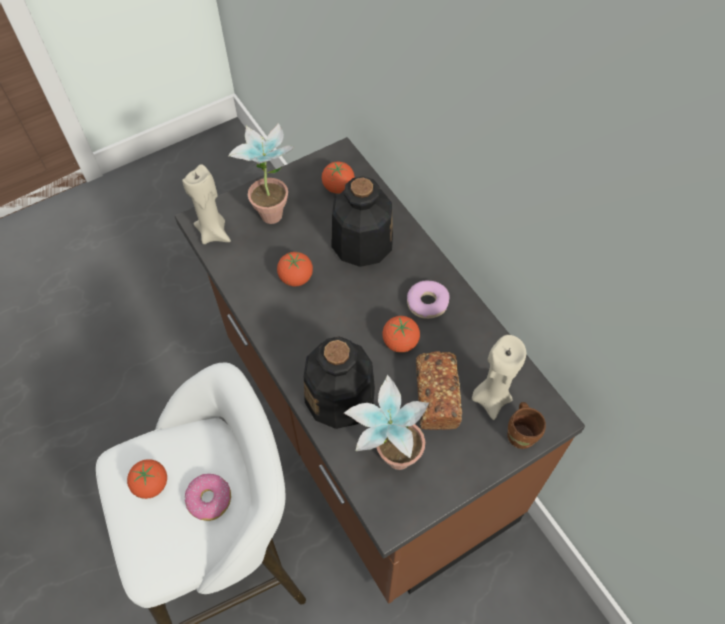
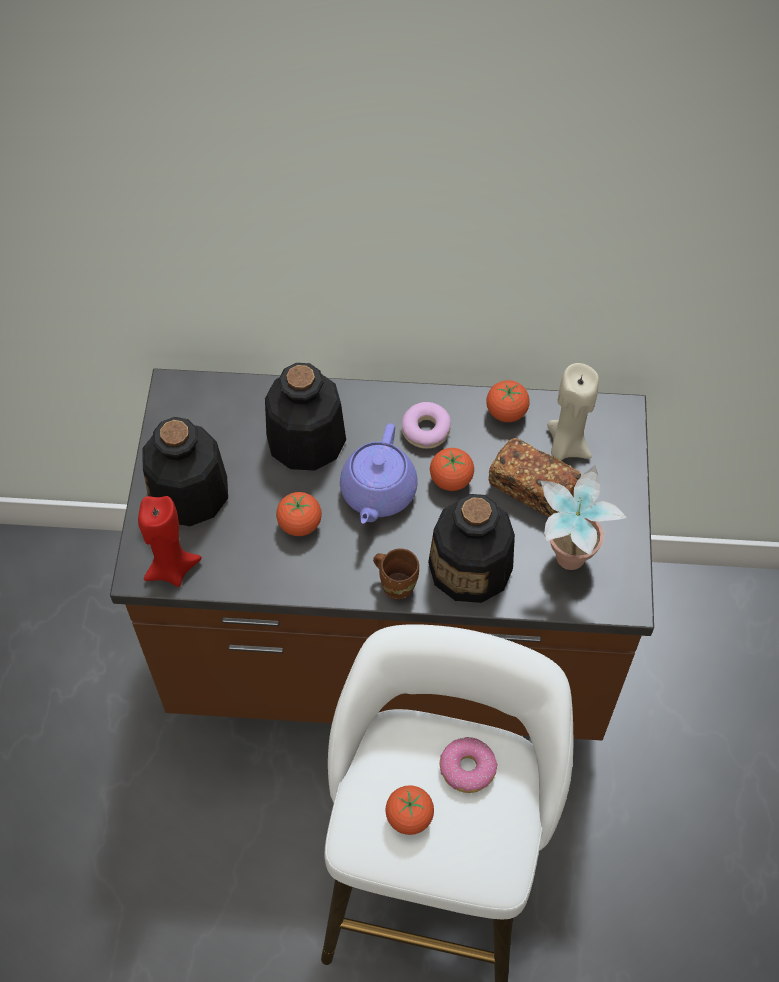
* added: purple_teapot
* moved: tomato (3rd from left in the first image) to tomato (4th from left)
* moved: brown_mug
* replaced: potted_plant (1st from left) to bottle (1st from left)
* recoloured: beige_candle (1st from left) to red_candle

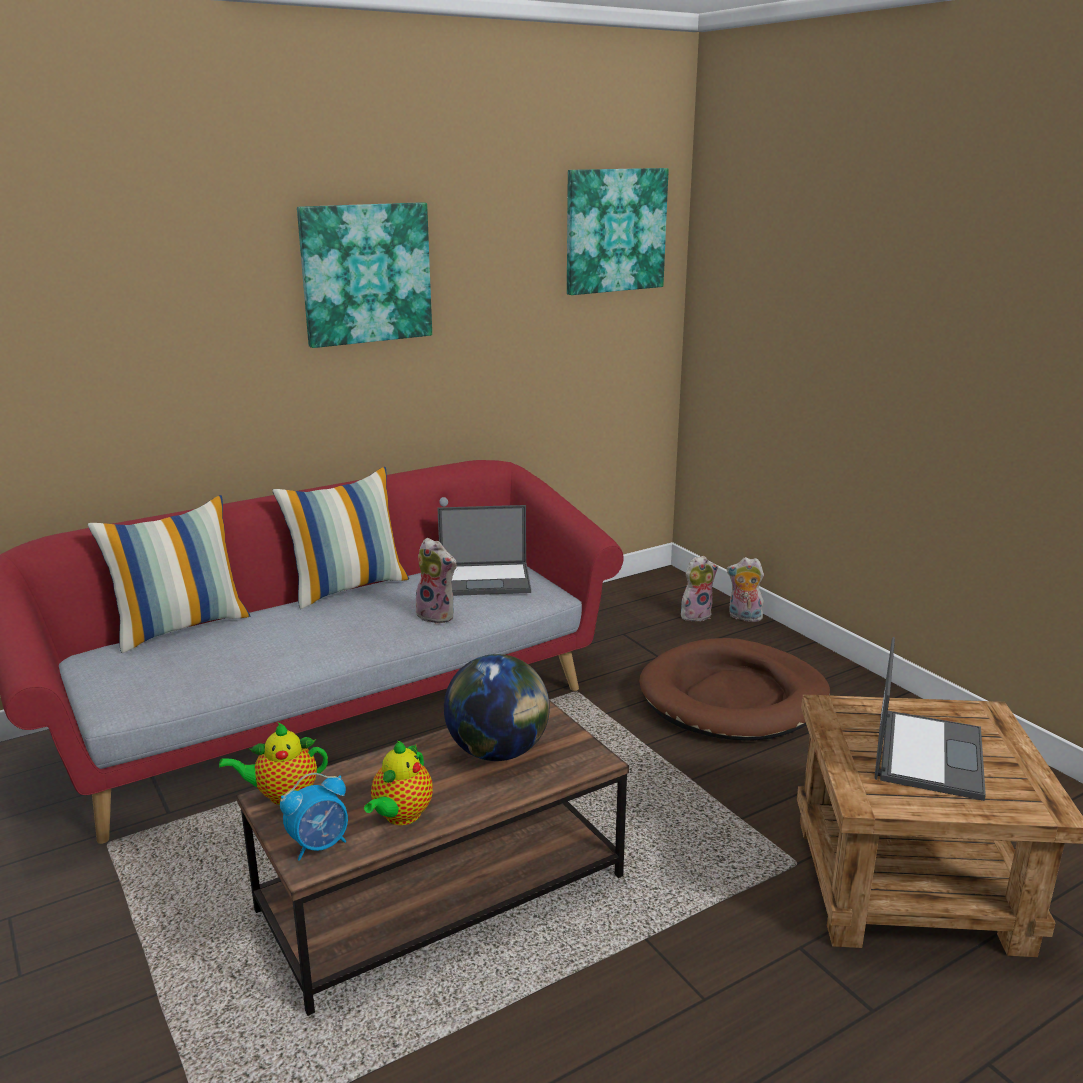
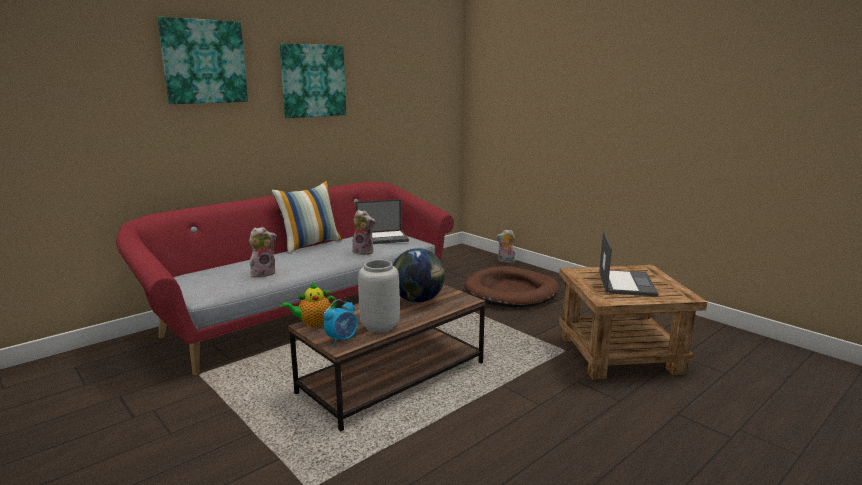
* removed: pillow (1st from left)
* moved: picture (2nd from left in the first image) to picture (1st from left)
* moved: plush_toy (2nd from left in the first image) to plush_toy (1st from left)
* replaced: teapot (2nd from left) to grey_vase

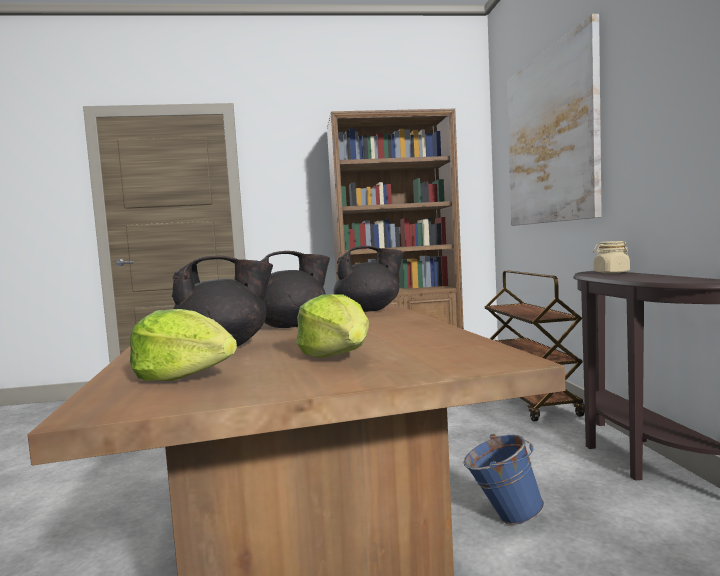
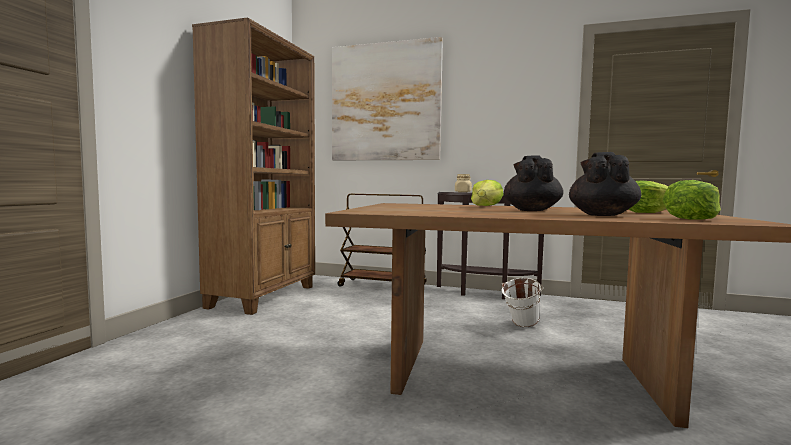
* replaced: black_teapot (3rd from left) to lettuce (1st from left)
* recoloured: blue_bucket to white_bucket

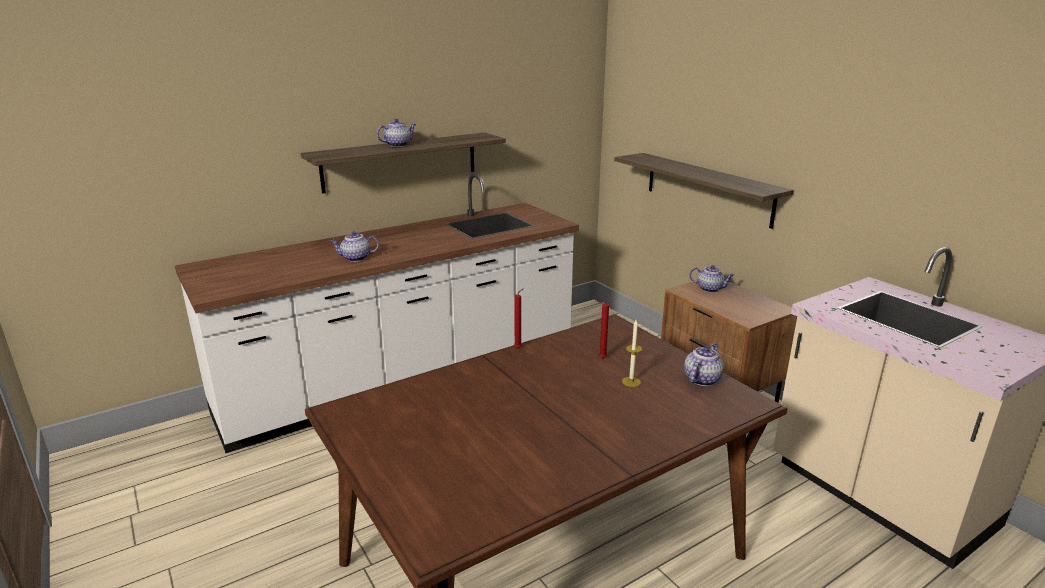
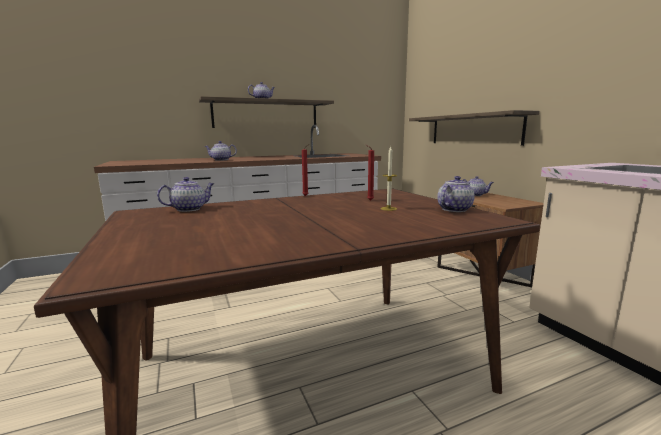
* added: teapot (1st from left)

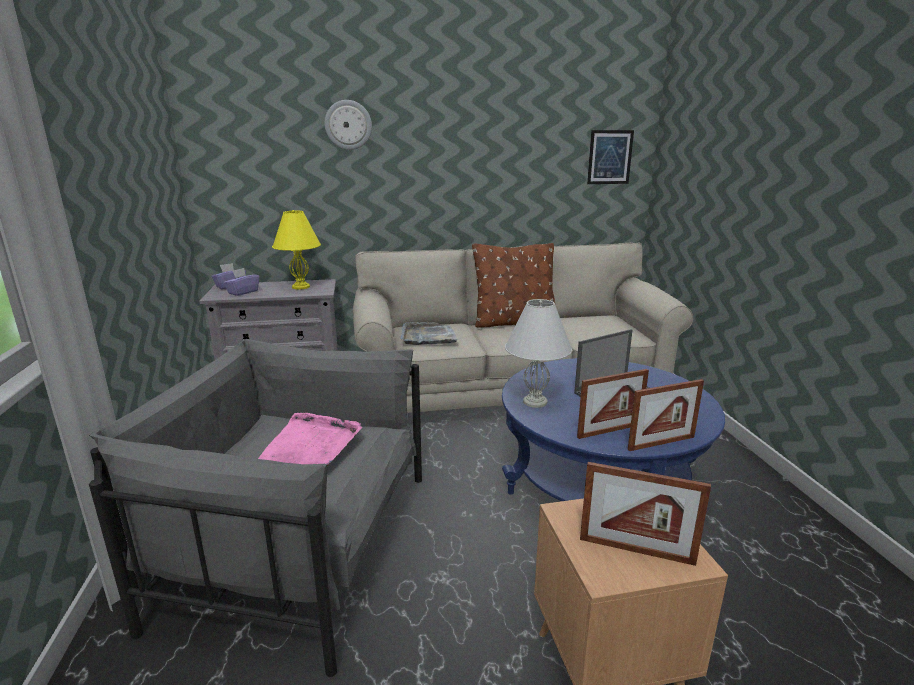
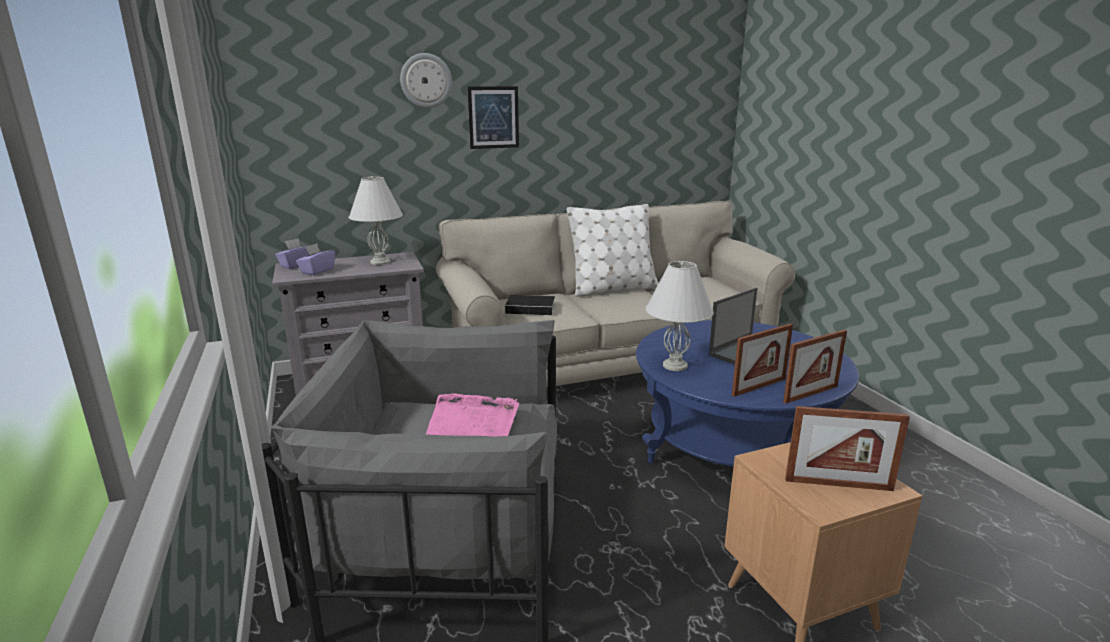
* moved: picture
* replaced: grey_tray to book
* recoloured: yellow_table_lamp to white_table_lamp (1st from left)
* recoloured: brown_pillow to white_pillow

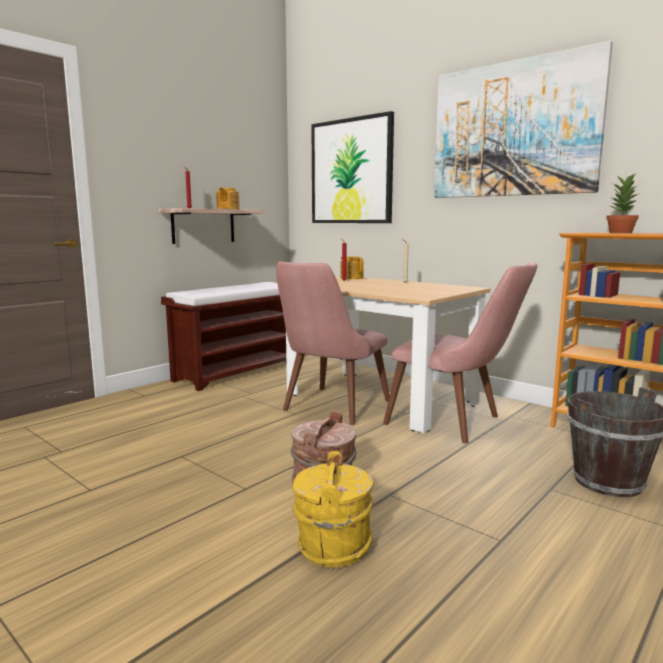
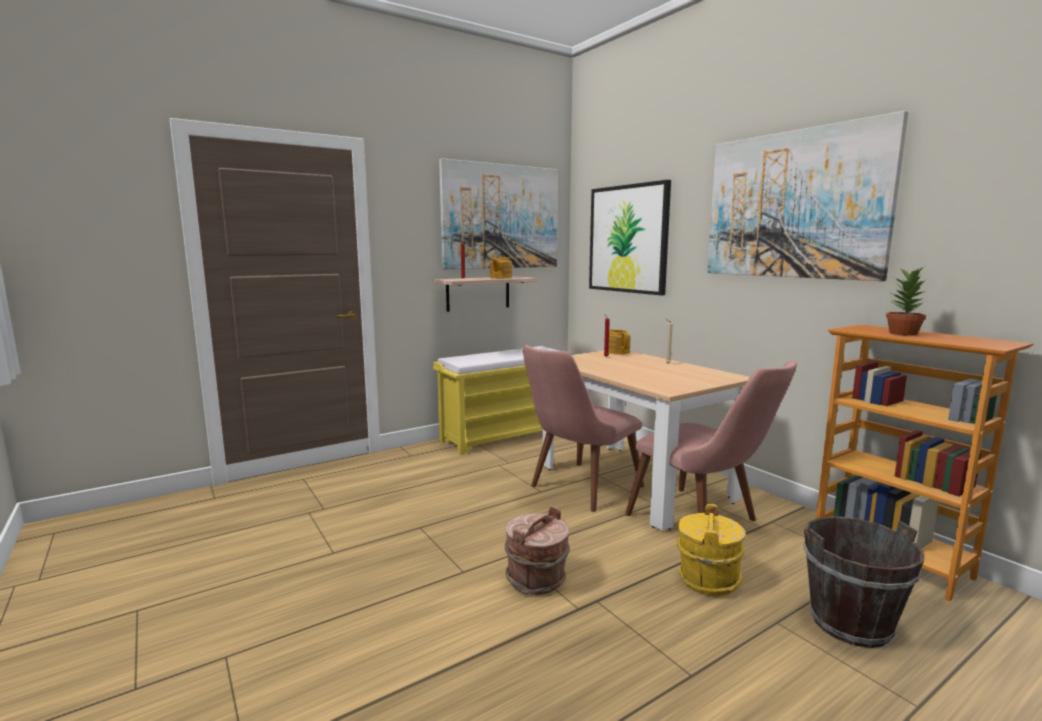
* added: picture (1st from left)
* moved: yellow_bucket
* recoloured: brown_bench to yellow_bench

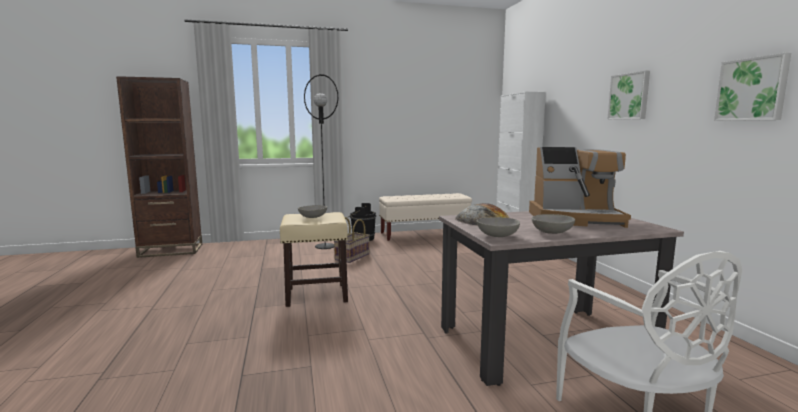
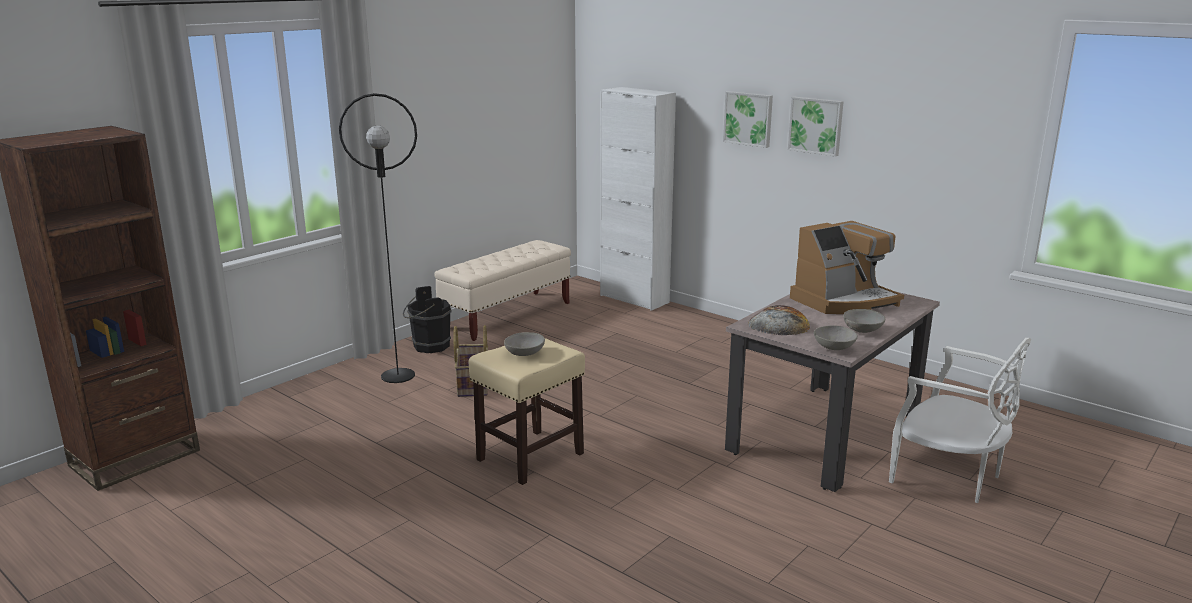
* moved: picture (2nd from left in the first image) to picture (1st from left)

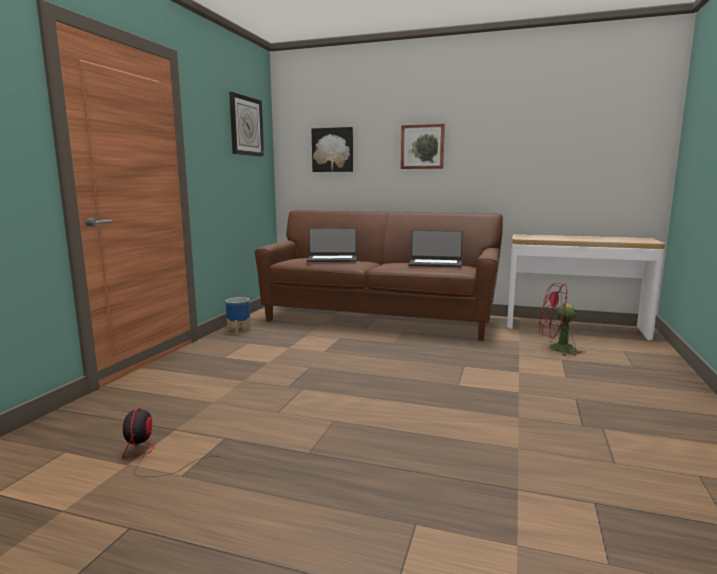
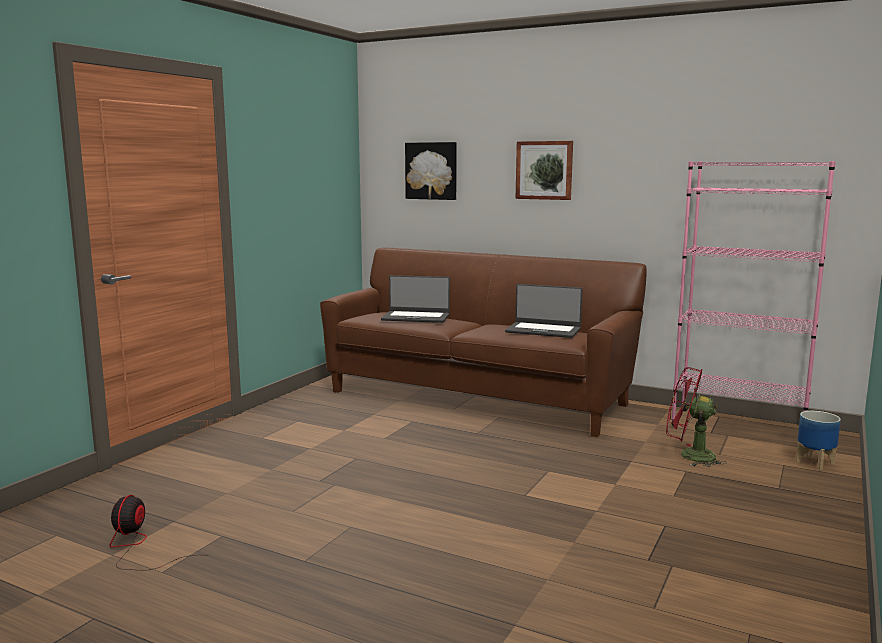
* removed: wall_clock
* moved: planter
* replaced: console_table to pink_bookcase

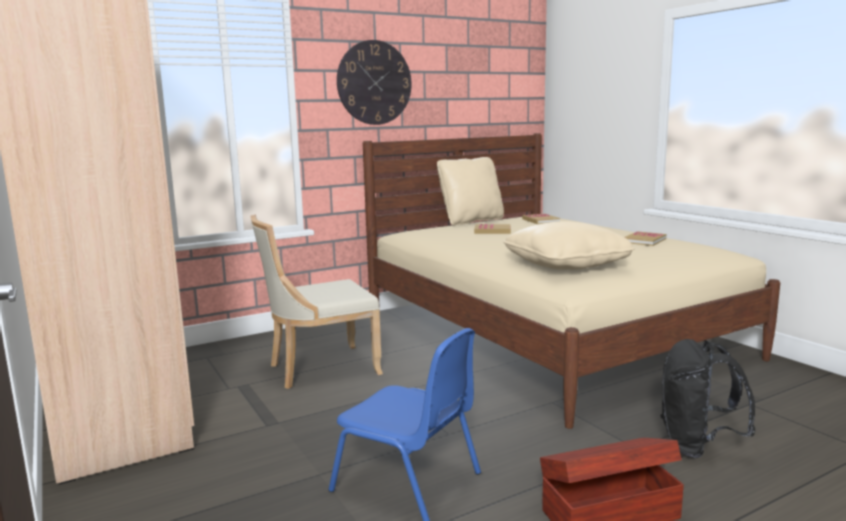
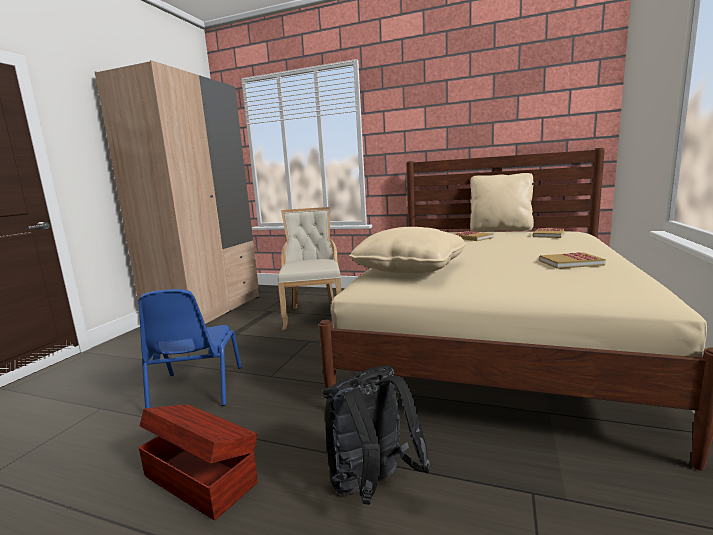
* removed: wall_clock
* turned: beige_chair 60 degrees clockwise

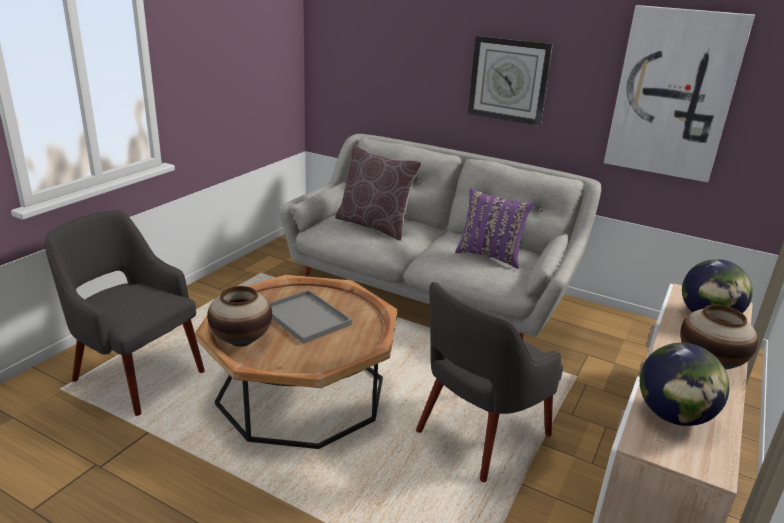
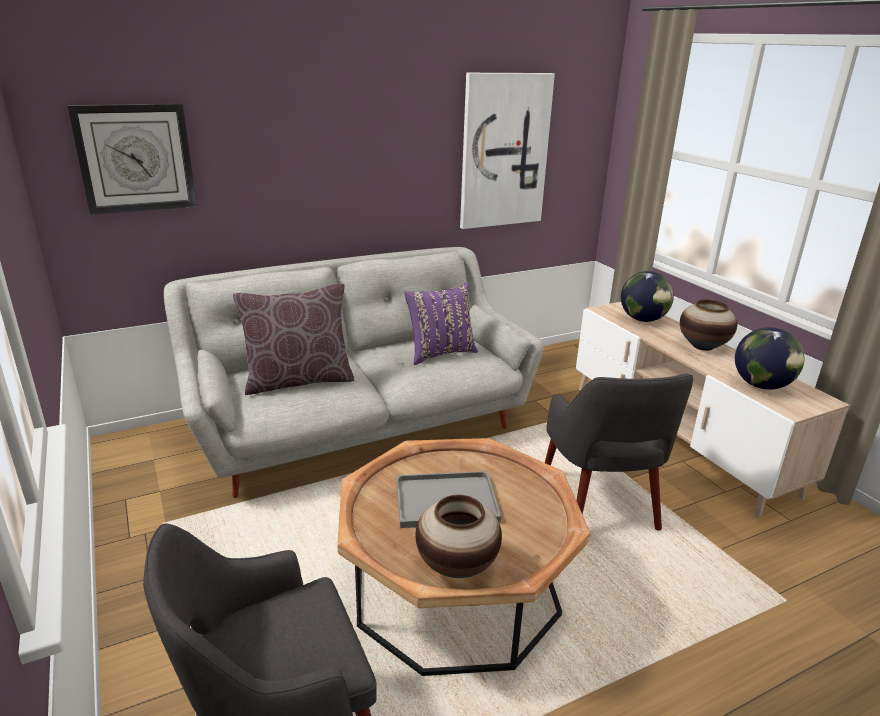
* moved: wall_clock

